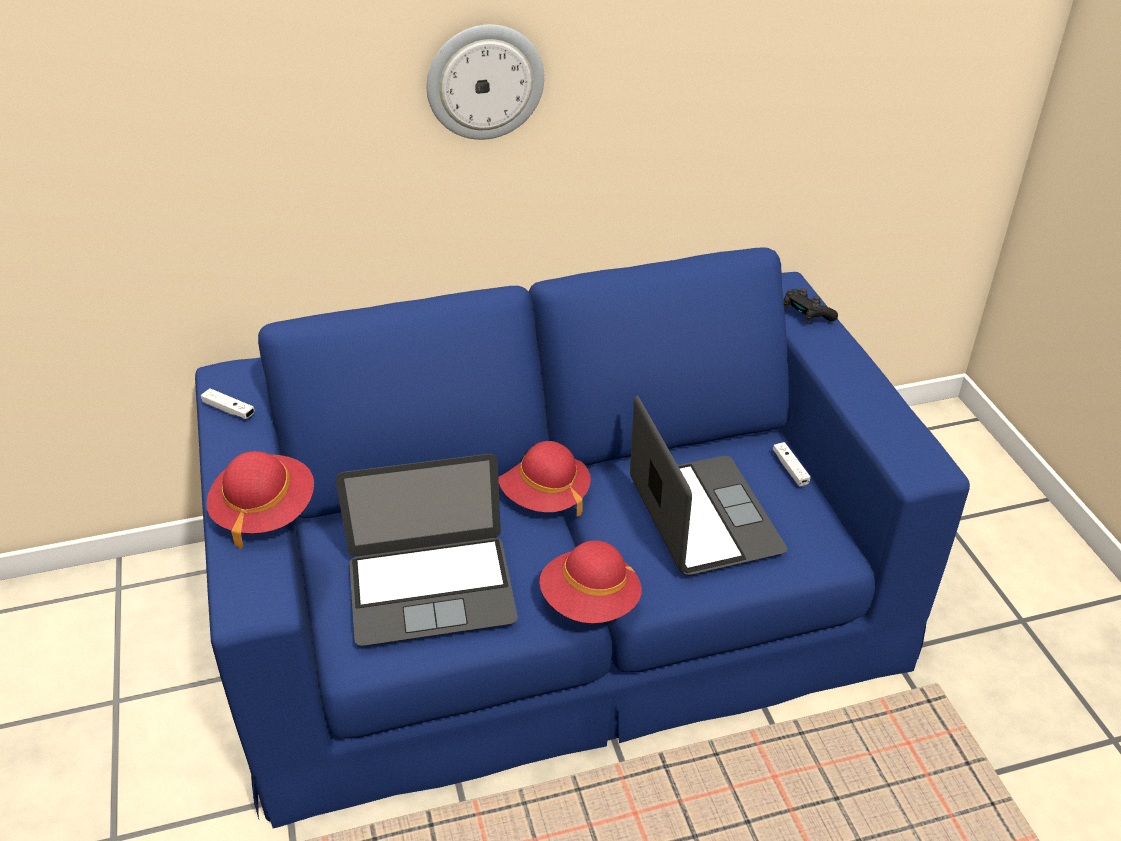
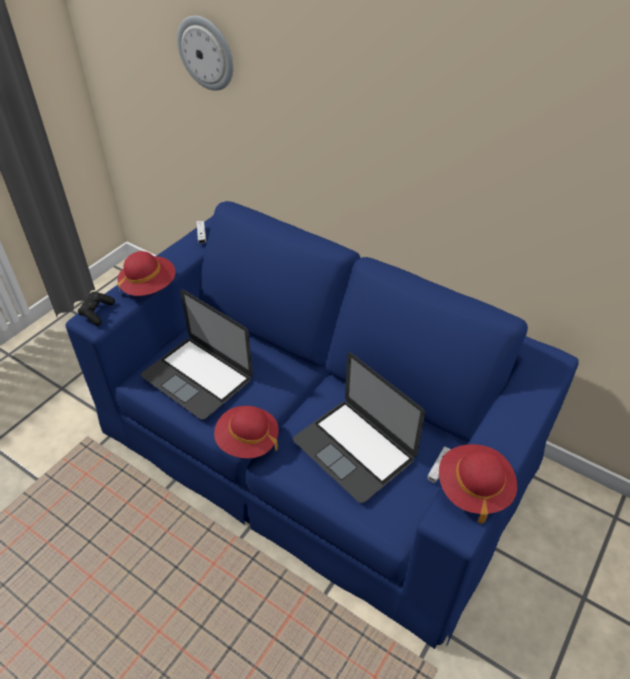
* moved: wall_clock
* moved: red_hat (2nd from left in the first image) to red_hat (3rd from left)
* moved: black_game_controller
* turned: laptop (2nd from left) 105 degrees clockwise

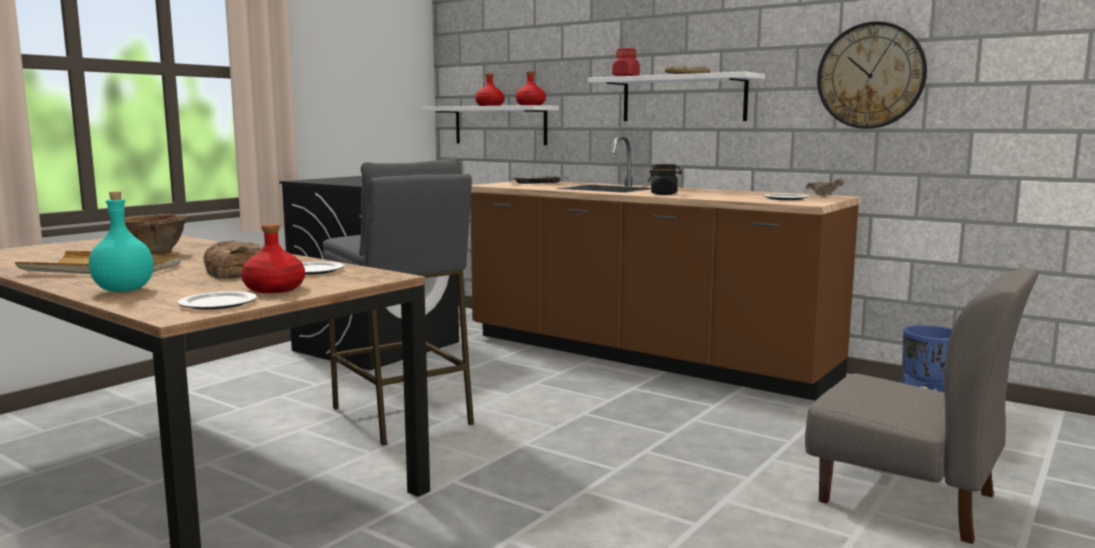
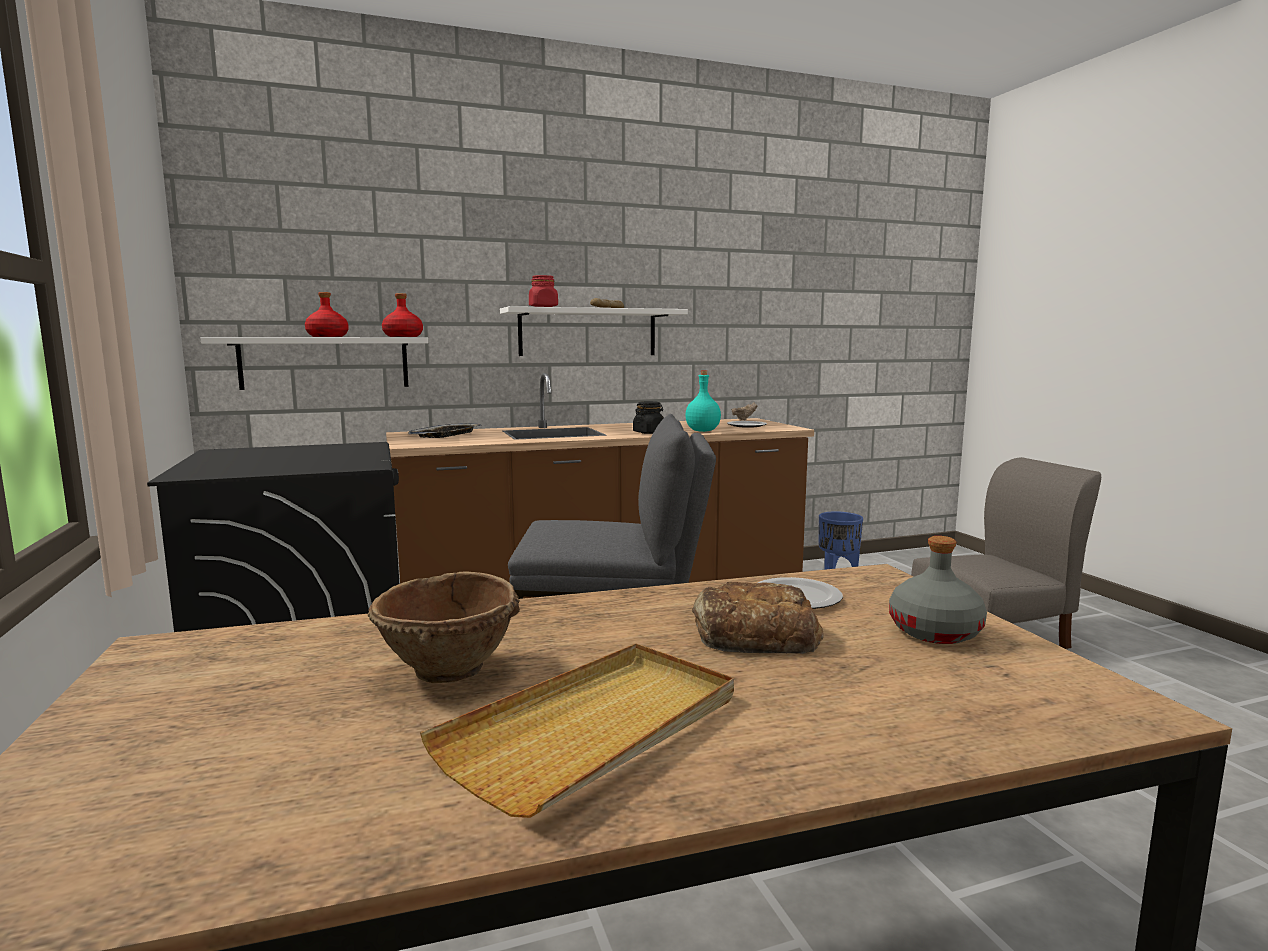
* removed: plate (1st from left)
* removed: wall_clock
* moved: turquoise_bottle
* recoloured: red_bottle (1st from left) to grey_bottle

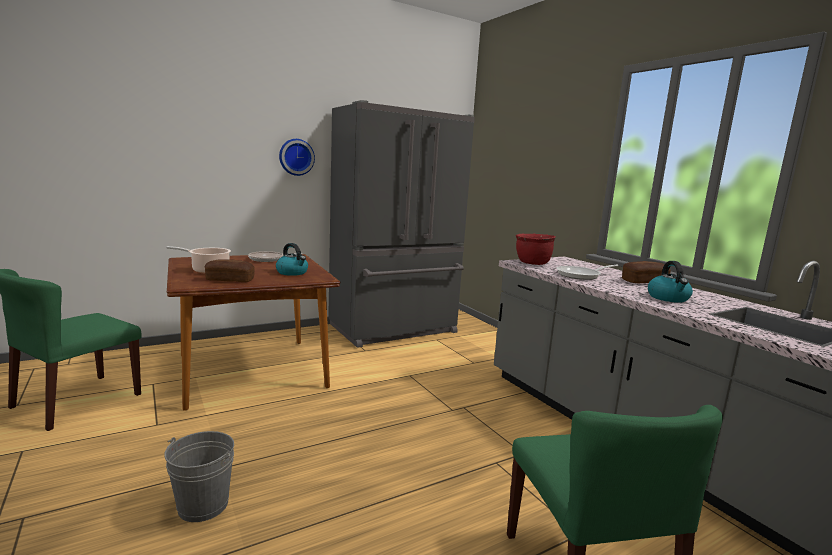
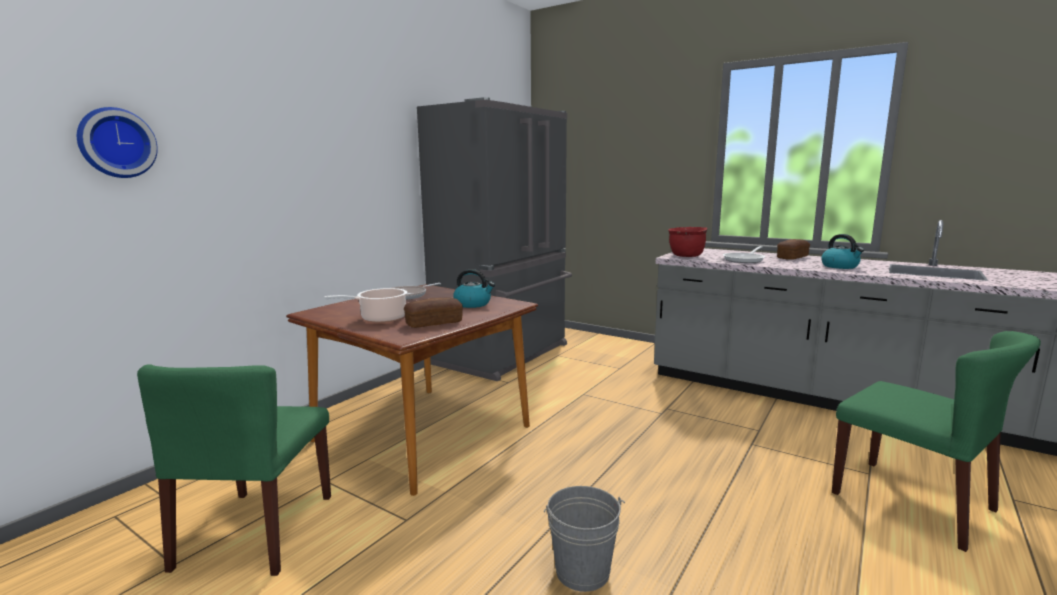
* moved: wall_clock

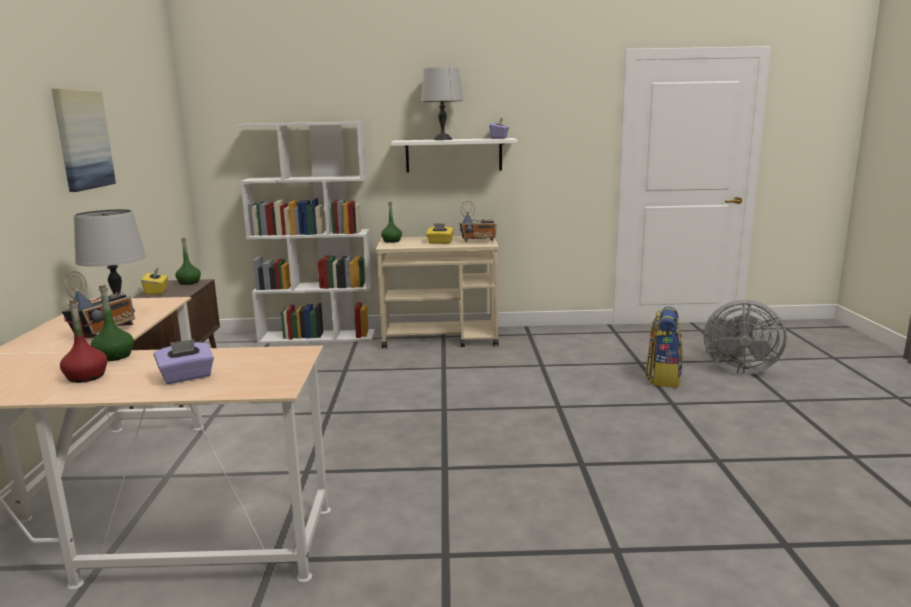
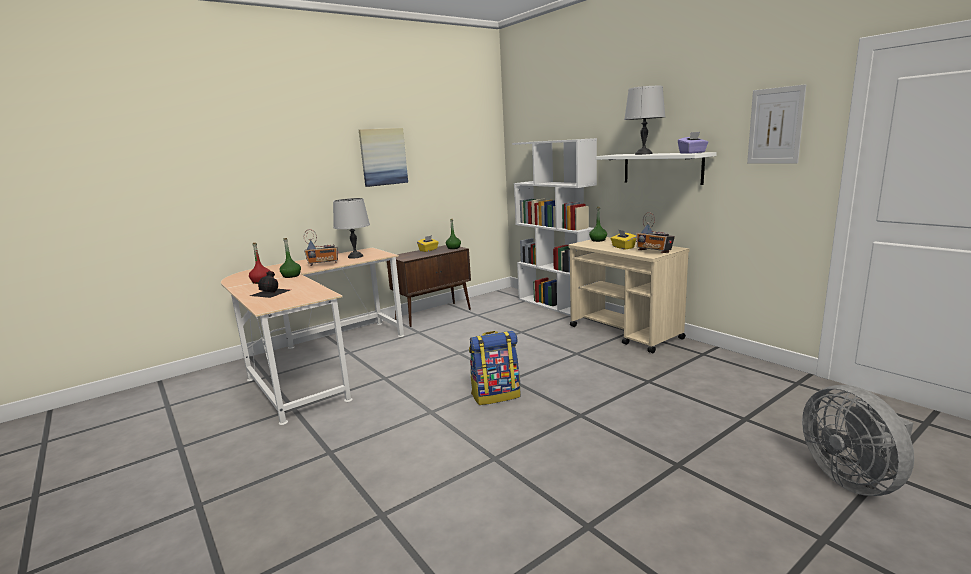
* added: picture (2nd from left)
* moved: backpack
* replaced: purple_tissue_box (1st from left) to black_bottle

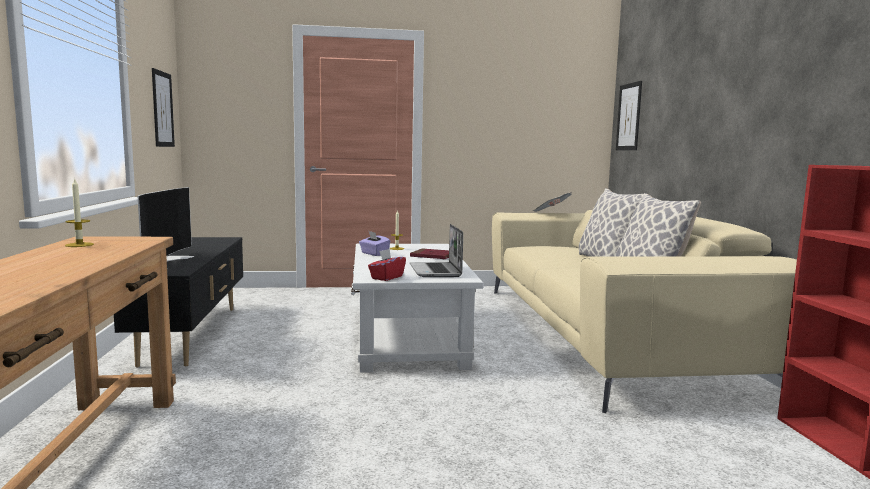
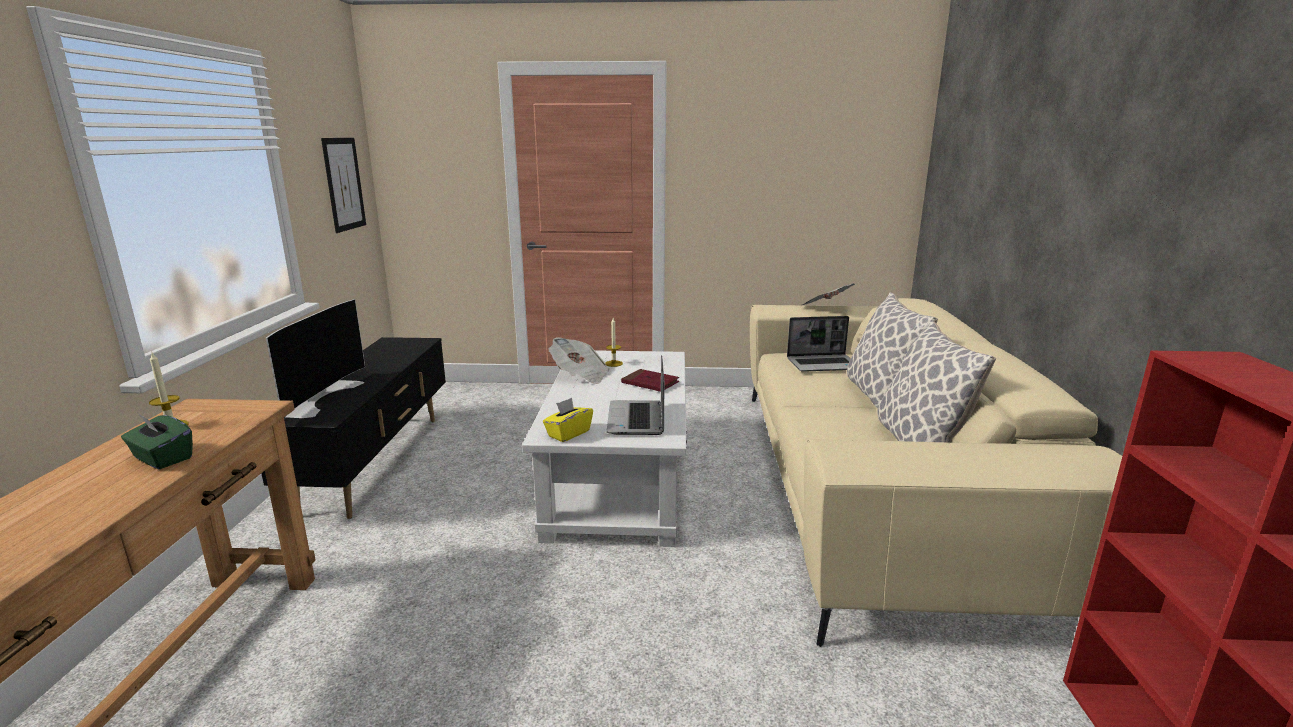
* removed: picture (2nd from left)
* added: green_tissue_box
* added: laptop (2nd from left)
* replaced: purple_tissue_box to newspaper (1st from left)
* recoloured: red_tissue_box to yellow_tissue_box

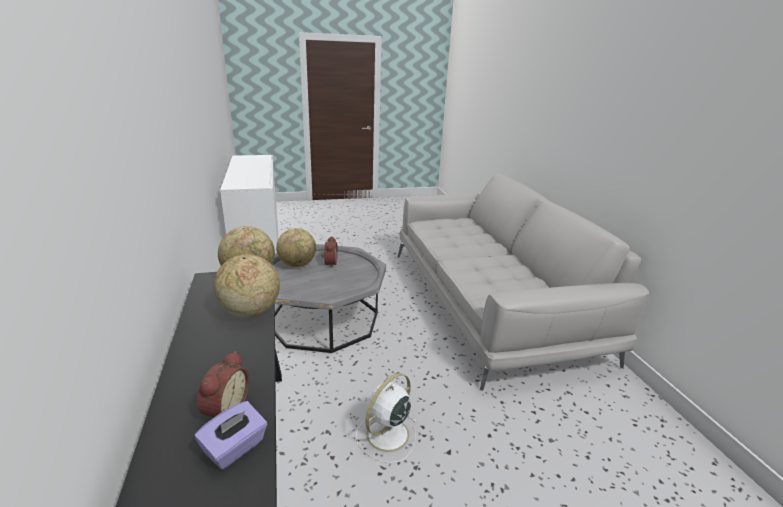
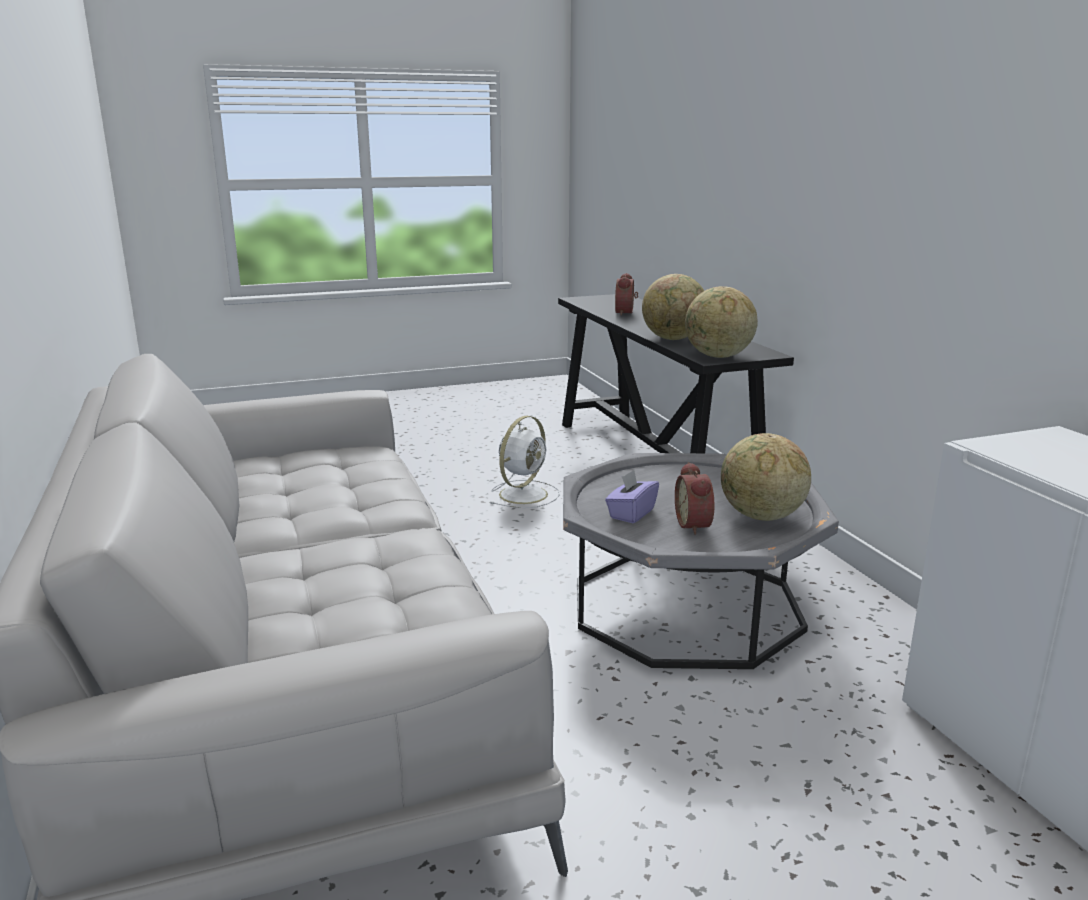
* moved: purple_tissue_box

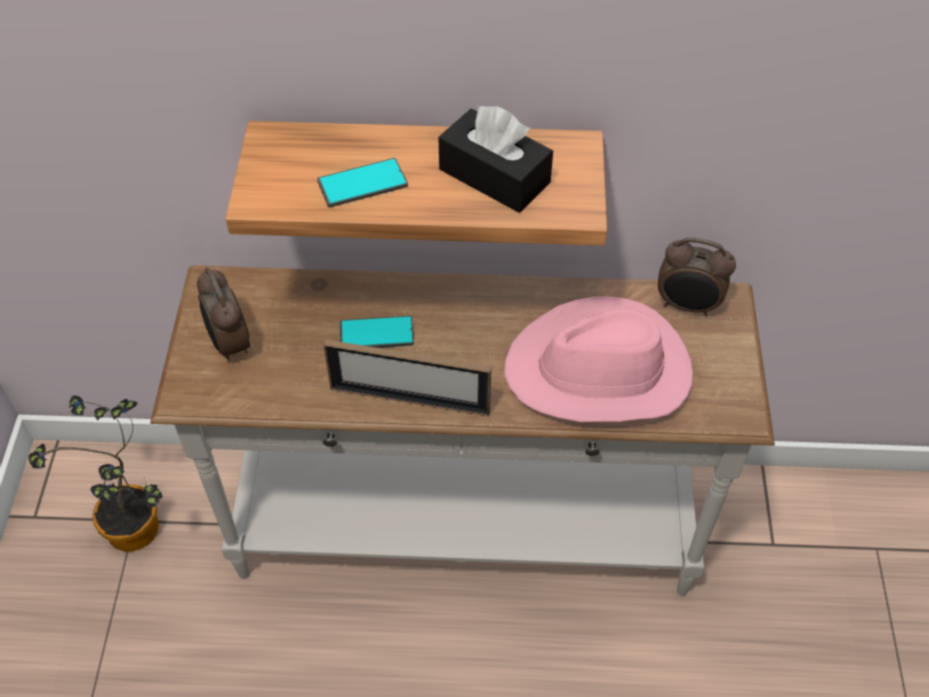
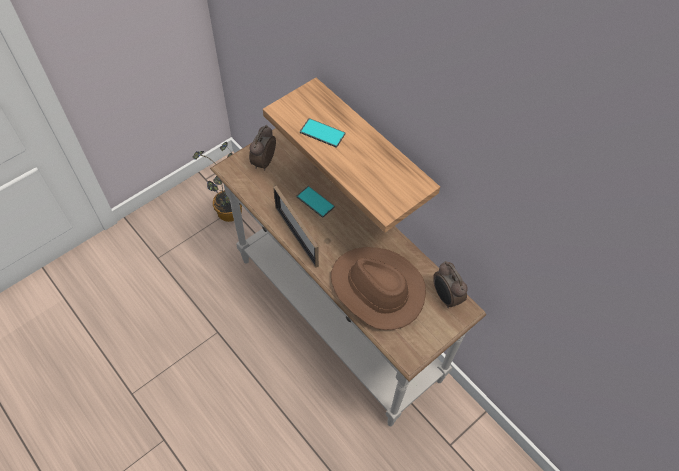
* removed: black_tissue_box
* recoloured: pink_hat to brown_hat

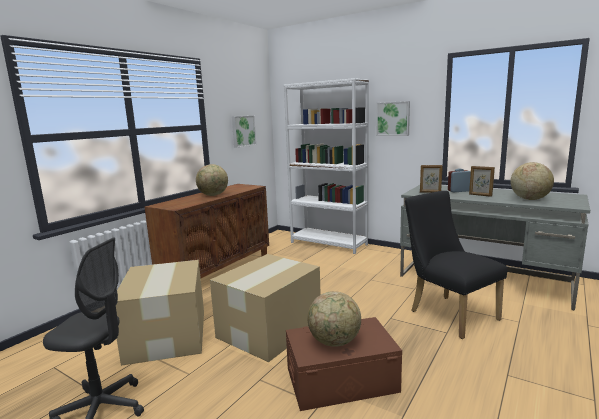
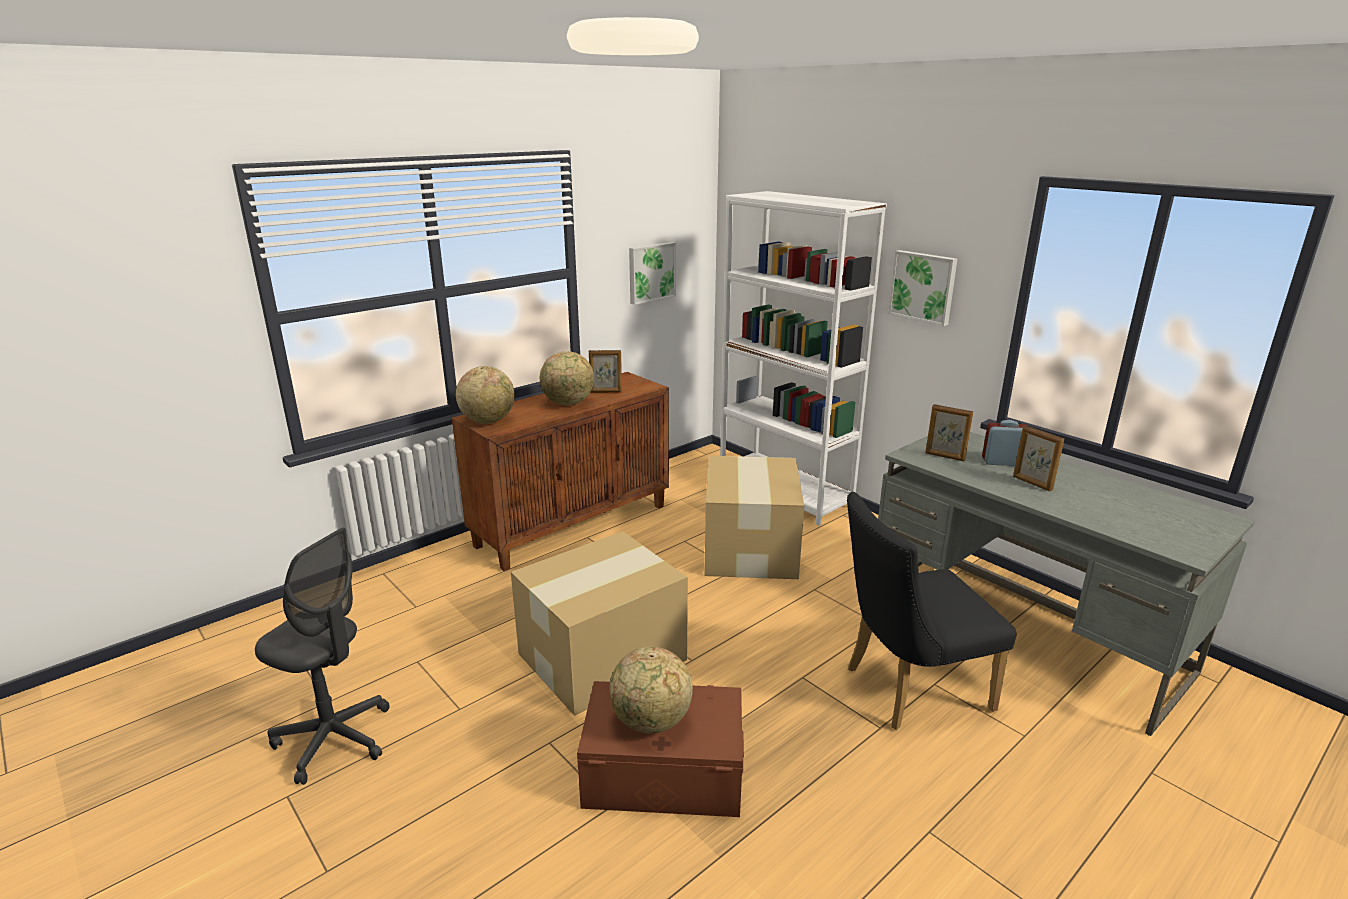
* added: picture_frame (1st from left)
* moved: cardboard_box (1st from left in the first image) to cardboard_box (2nd from left)
* moved: globe (3rd from left in the first image) to globe (1st from left)
* turned: black_chair 90 degrees counterclockwise

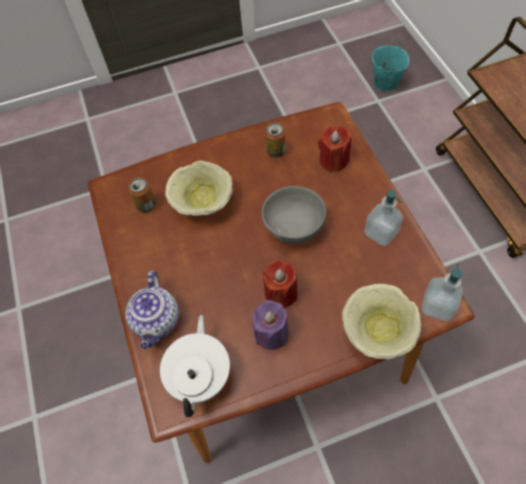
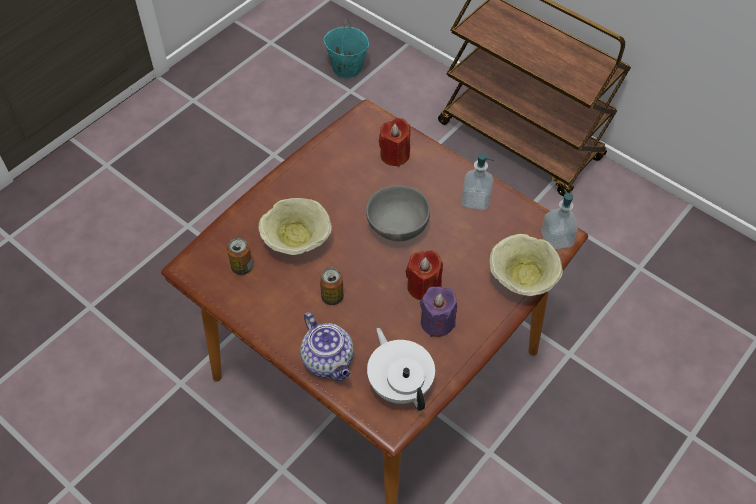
* moved: can (2nd from left)

